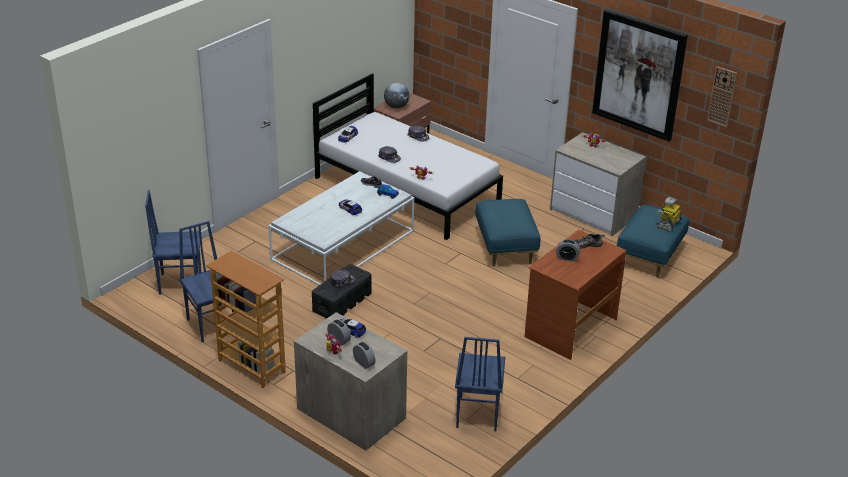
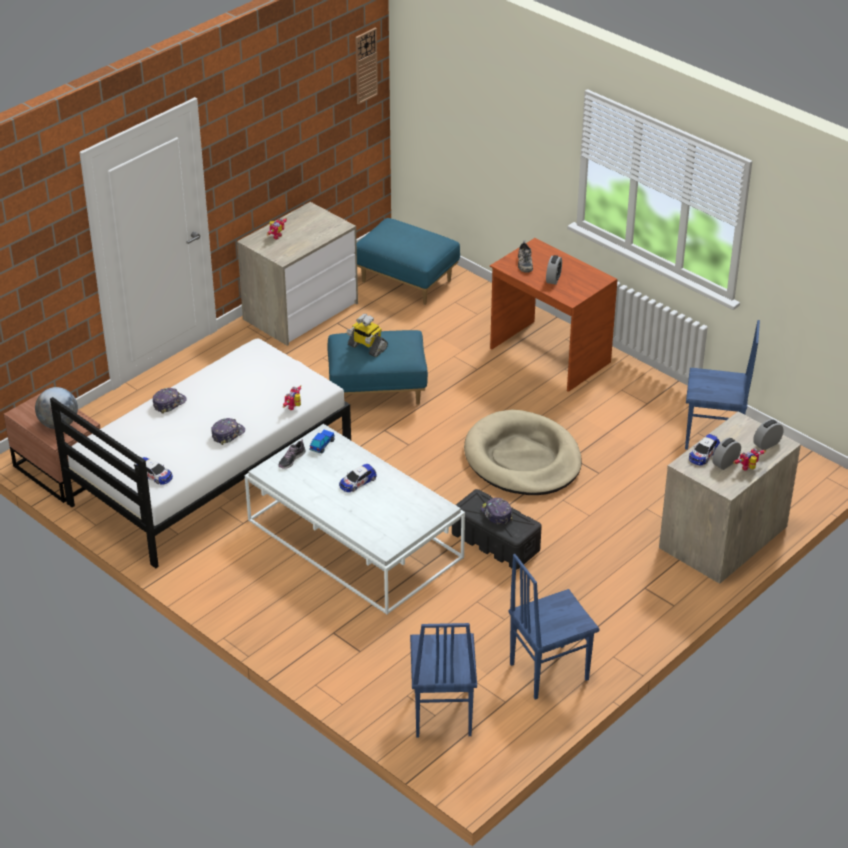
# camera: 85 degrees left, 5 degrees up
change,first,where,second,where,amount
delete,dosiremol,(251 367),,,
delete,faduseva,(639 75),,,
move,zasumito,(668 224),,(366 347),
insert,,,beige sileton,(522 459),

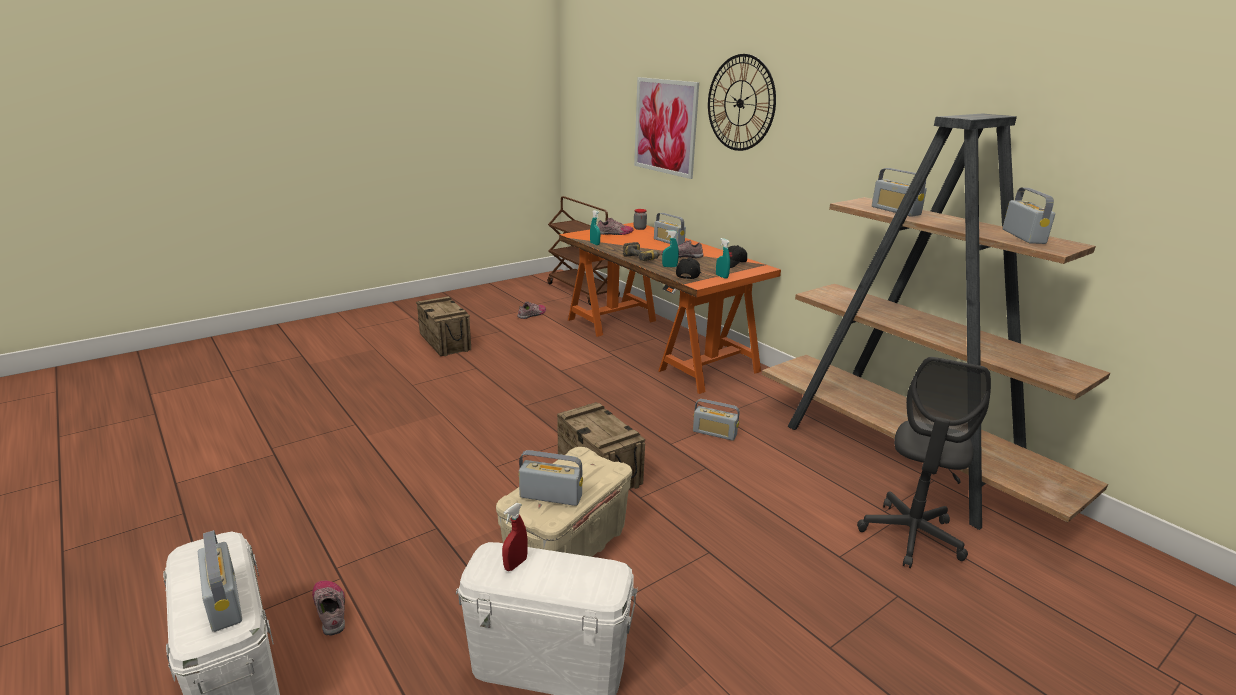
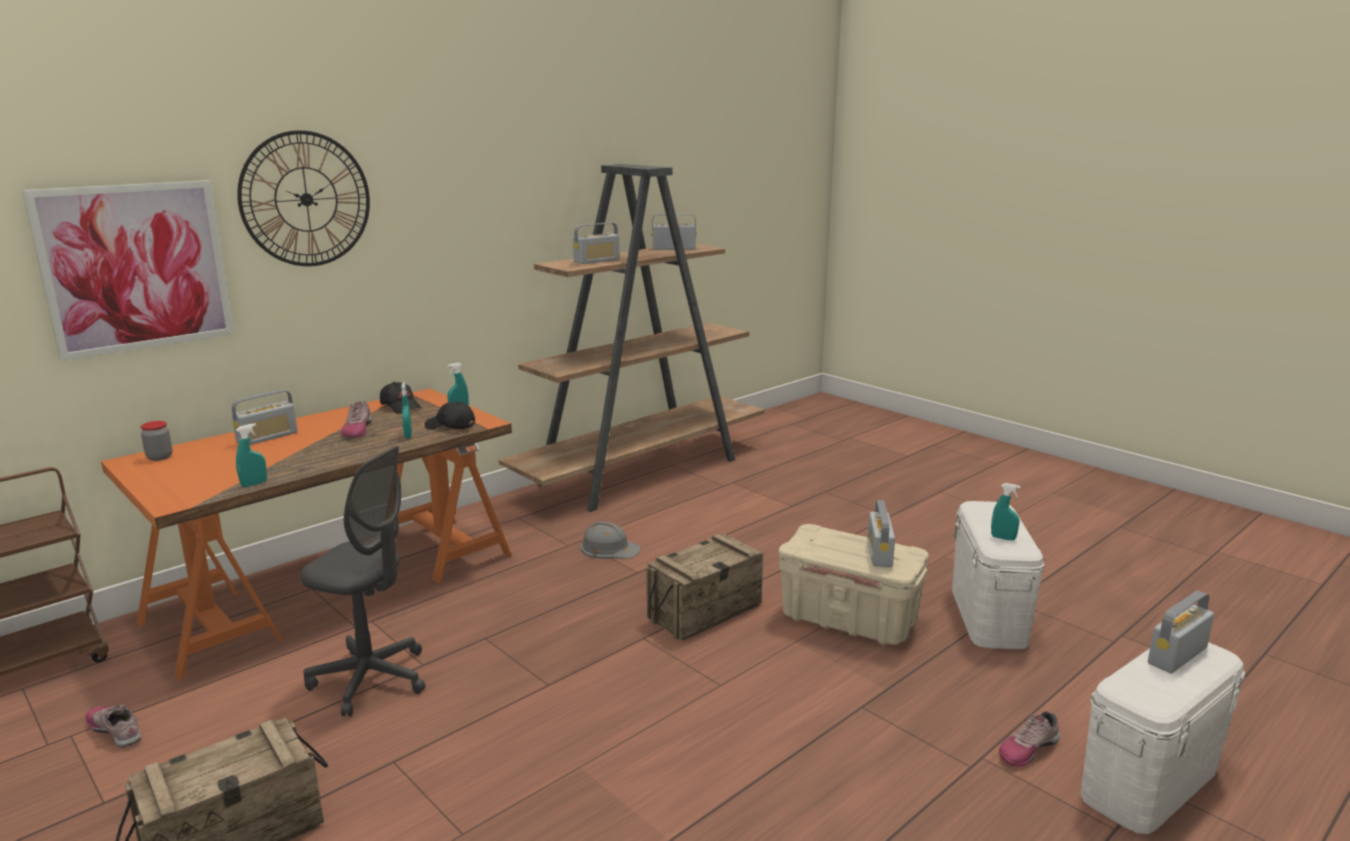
# camera: 95 degrees left, 5 degrees down
change,first,where,second,where,amount
recolor,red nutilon,(515 564),turquoise nutilon,(1003 538),
delete,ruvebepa,(614 233),,,
delete,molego,(643 258),,,
replace,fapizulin,(714 433),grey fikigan,(609 548),
move,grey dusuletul,(911 536),,(370 679),

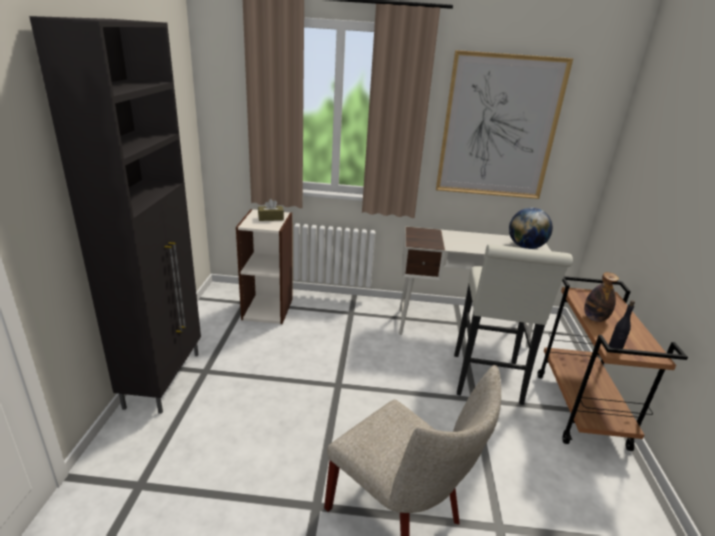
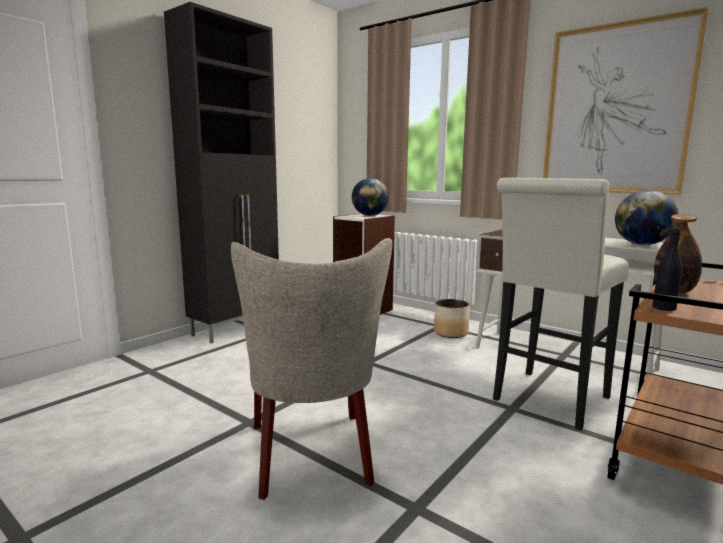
# camera: 35 degrees right, 15 degrees down
change,first,where,second,where,amount
replace,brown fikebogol,(271 218),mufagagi,(370 215),
insert,,,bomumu,(451 333),

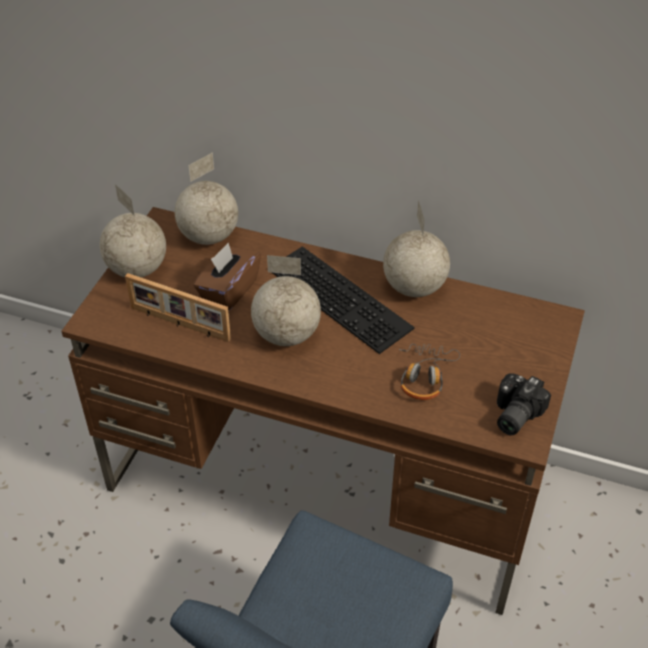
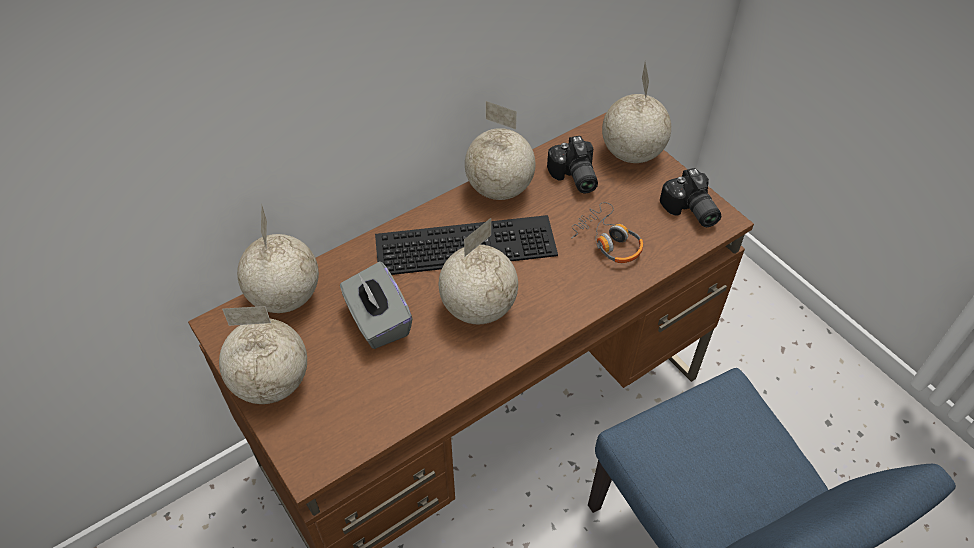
# camera: 55 degrees left, 5 degrees up
change,first,where,second,where,amount
delete,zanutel,(179 324),,,
recolor,brown fikebogol,(228 290),grey fikebogol,(378 321),
insert,,,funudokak,(573 177),
insert,,,mufagagi,(631 154),

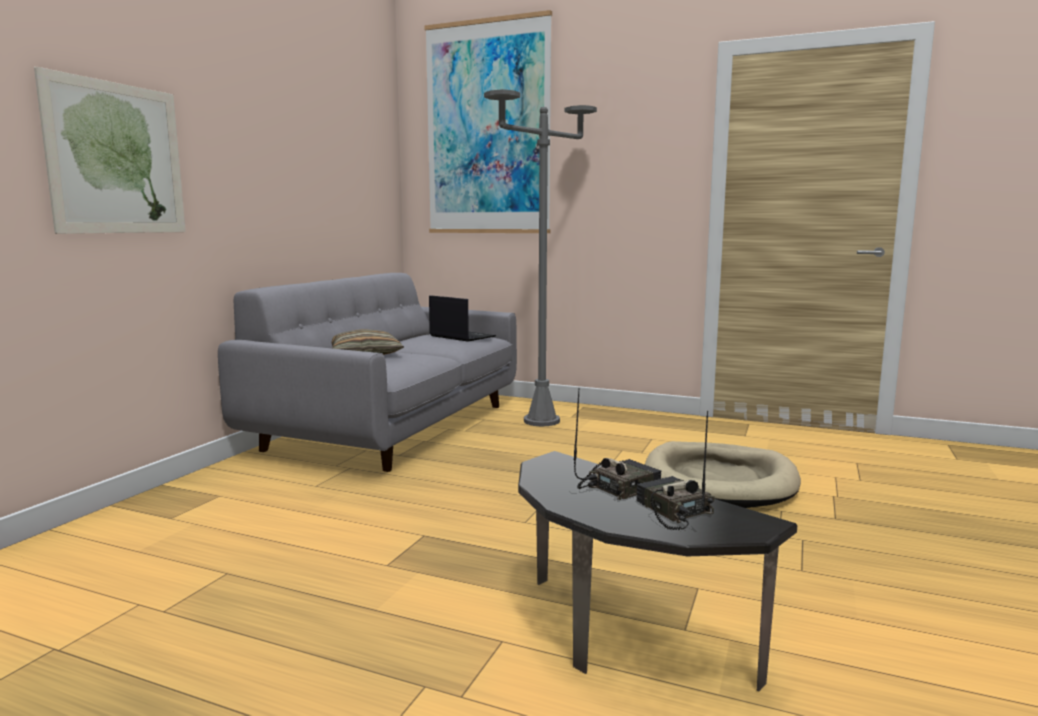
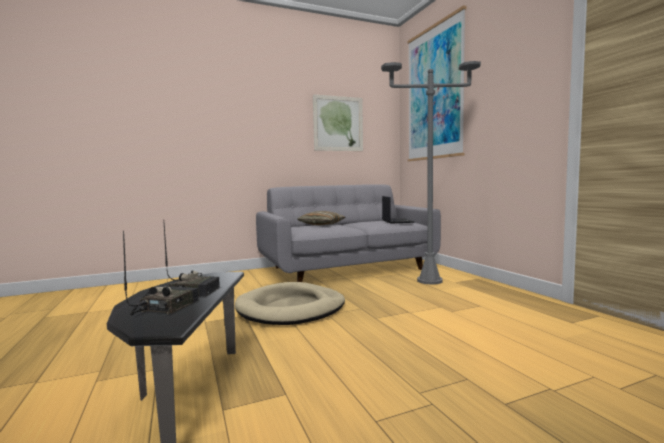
# camera: 45 degrees right, 5 degrees down
change,first,where,second,where,amount
move,faduseva,(117 158),,(338 123),
move,beige sileton,(719 480),,(291 308),

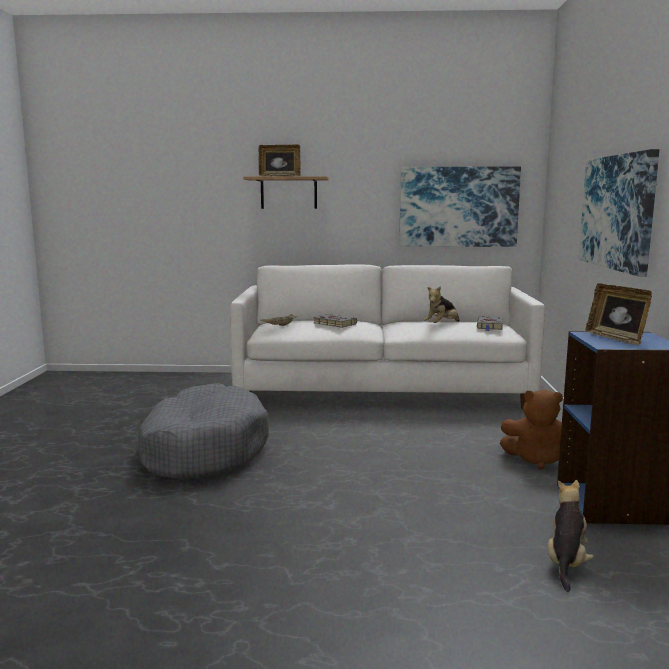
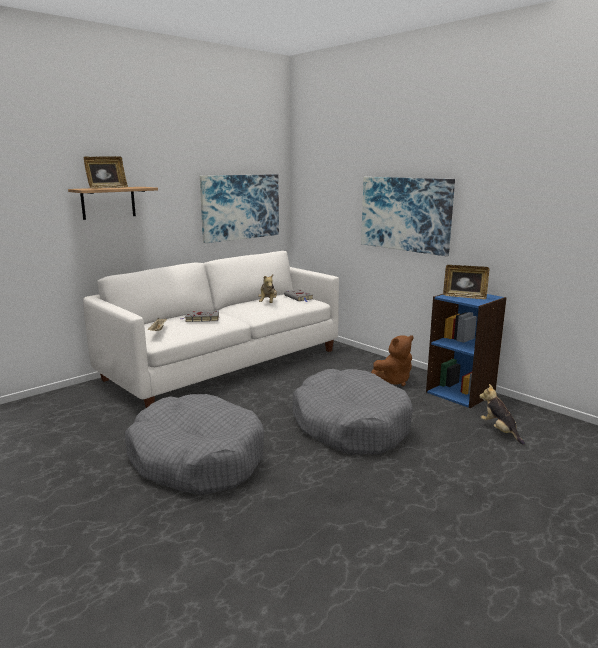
# camera: 45 degrees left, 5 degrees up
change,first,where,second,where,amount
insert,,,grey sileton,(350 425),

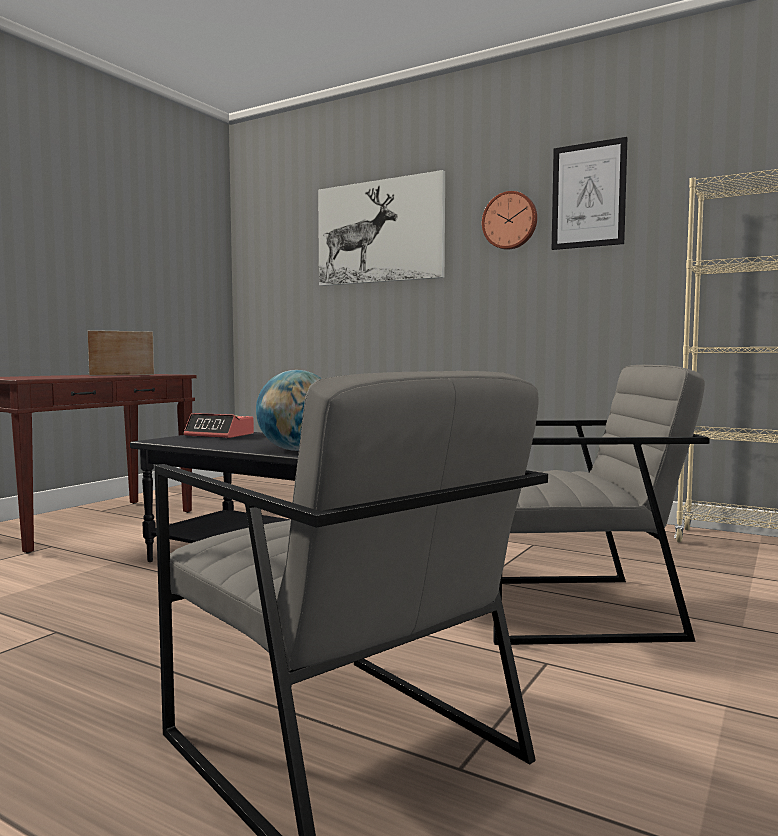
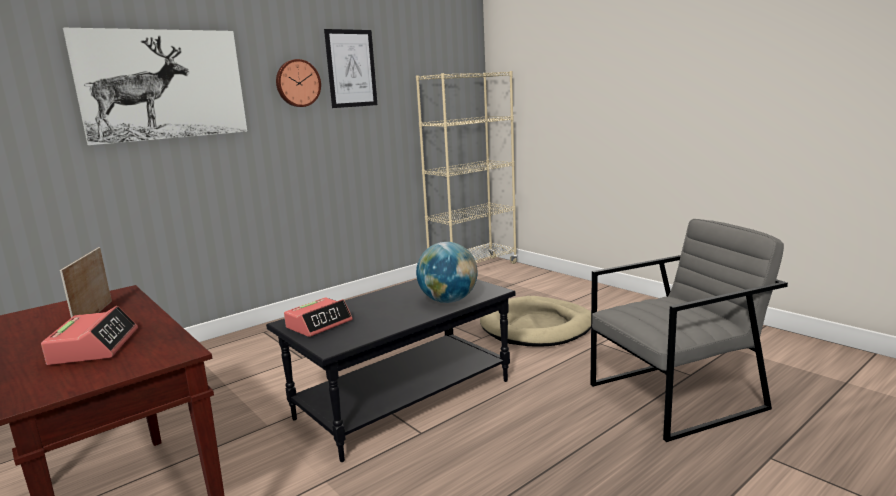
# camera: 70 degrees left, 10 degrees up
change,first,where,second,where,amount
replace,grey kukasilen,(567 609),beige sileton,(537 327),
insert,,,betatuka,(94 347),

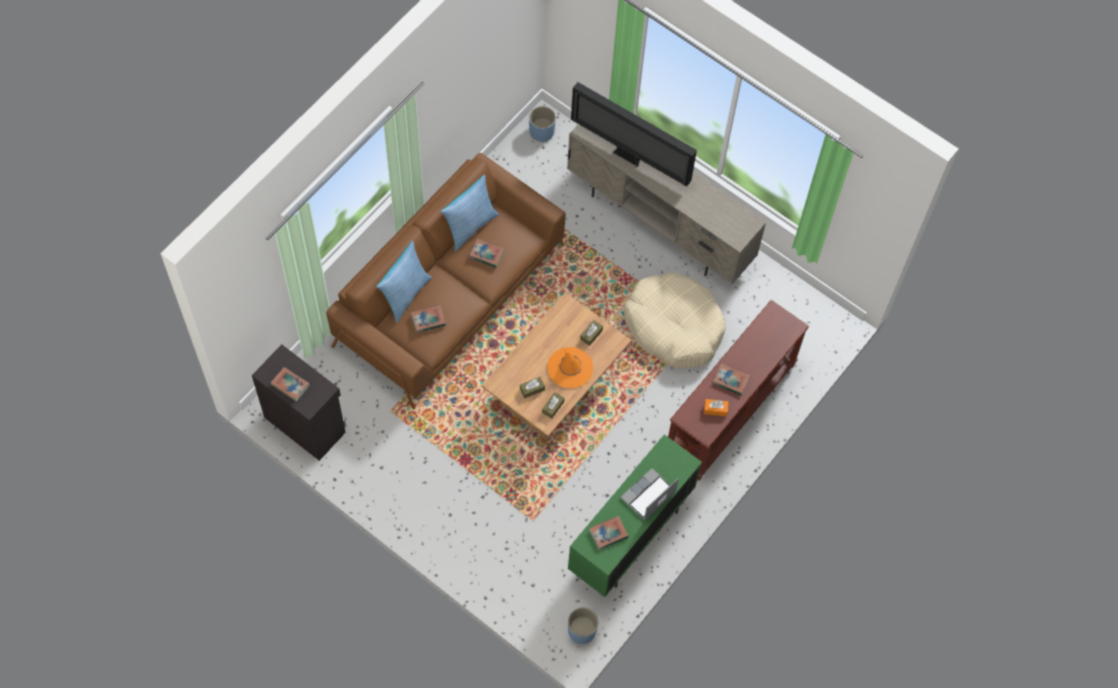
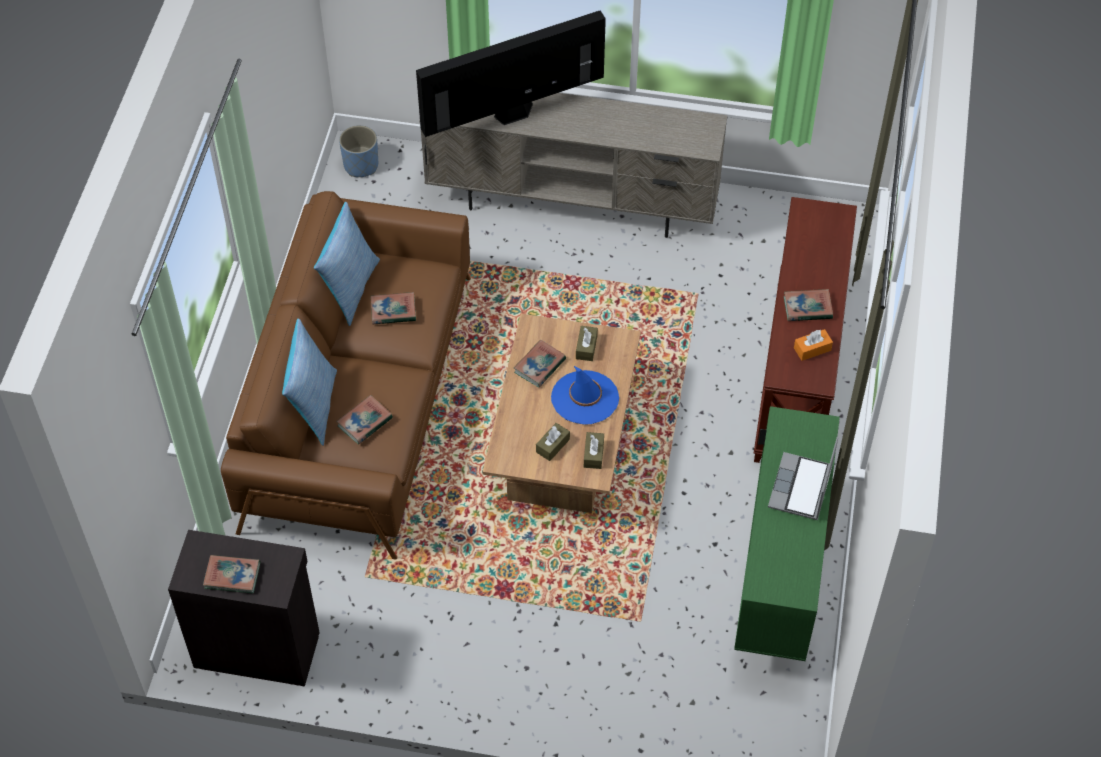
# camera: 25 degrees left, 10 degrees down
change,first,where,second,where,amount
recolor,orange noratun,(570 367),blue noratun,(585 398),
delete,blue bomumu,(581 631),,,
rotate,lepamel,(629 157),,(512 115),150 degrees clockwise
move,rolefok,(608 534),,(539 366),
delete,beige sileton,(674 326),,,

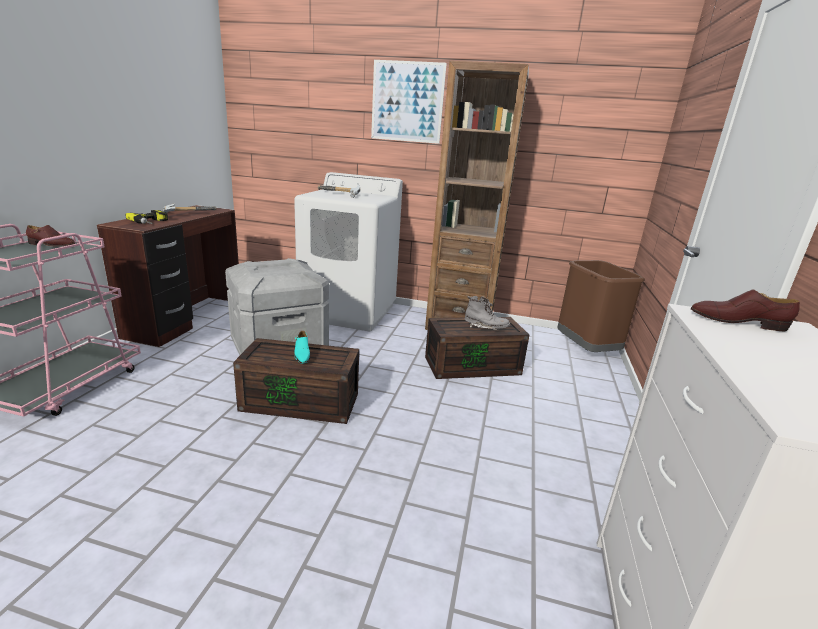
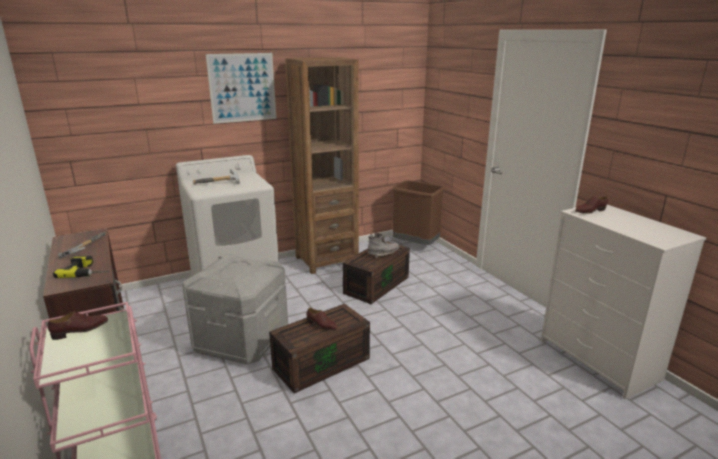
# camera: 40 degrees left, 0 degrees up
change,first,where,second,where,amount
recolor,turquoise ruvebepa,(302 354),brown ruvebepa,(321 325),

